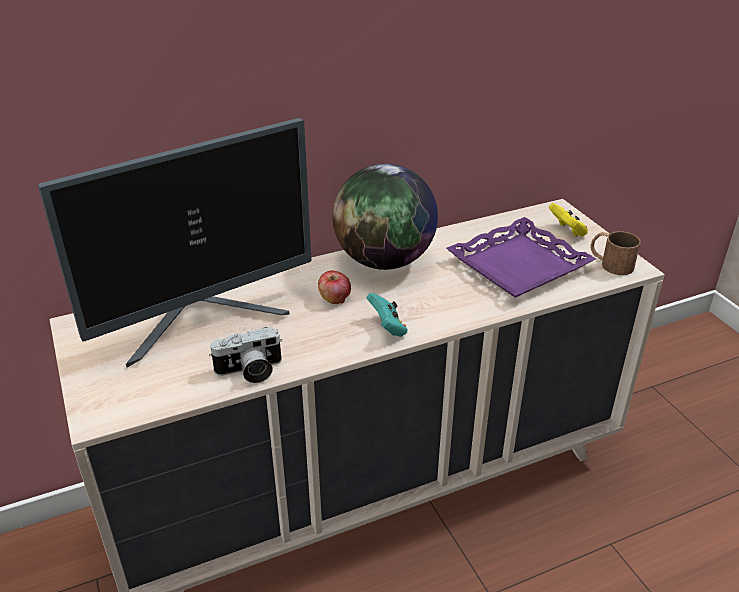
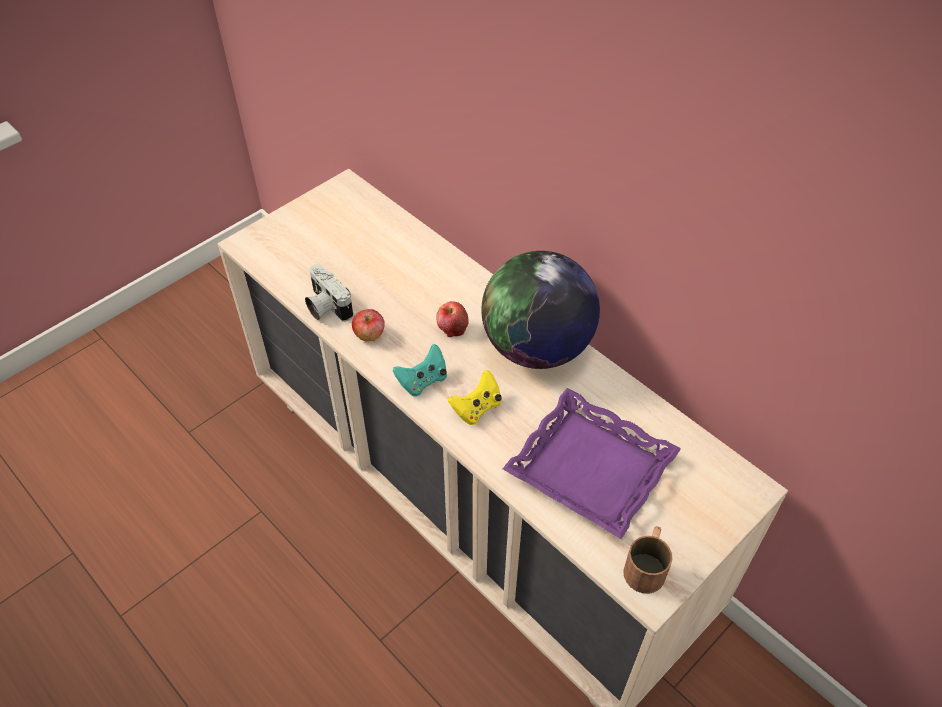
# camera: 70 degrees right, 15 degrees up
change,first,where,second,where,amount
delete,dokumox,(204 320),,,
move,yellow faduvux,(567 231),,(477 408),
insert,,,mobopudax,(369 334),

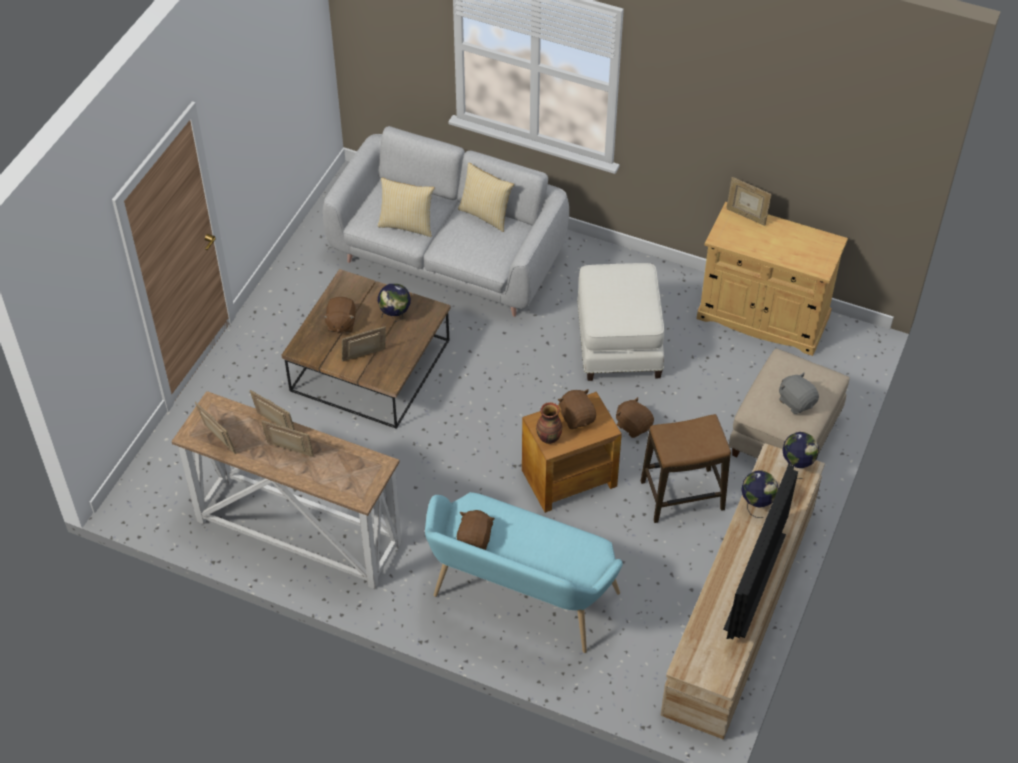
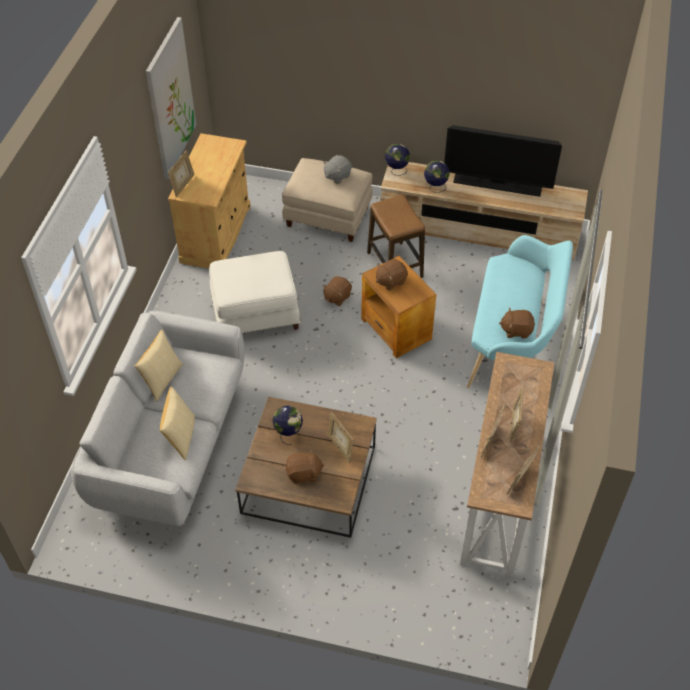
# camera: 100 degrees left, 0 degrees up
change,first,where,second,where,amount
delete,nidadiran,(549 438),,,
insert,,,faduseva,(170 99),

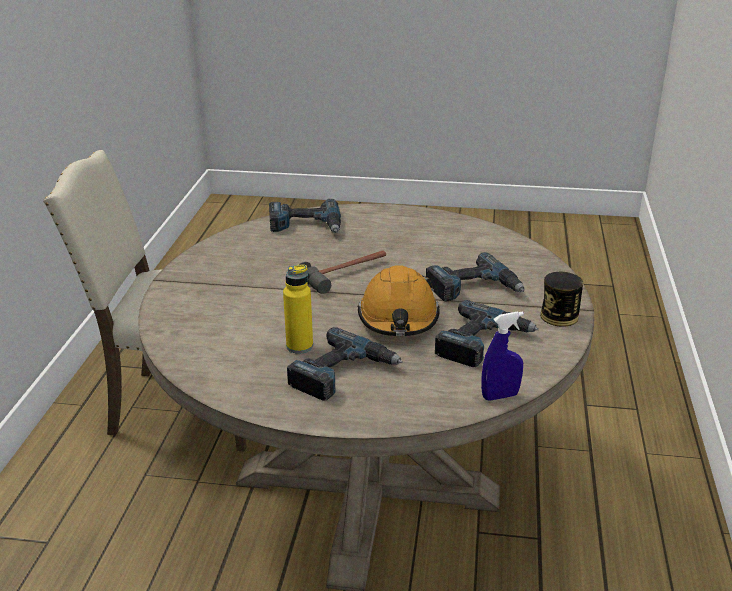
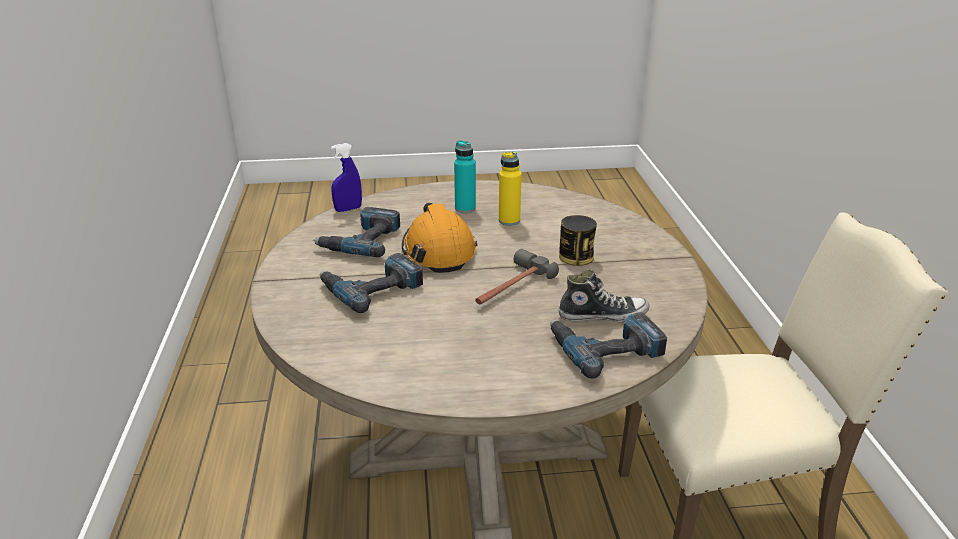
# camera: 165 degrees right, 0 degrees up
change,first,where,second,where,amount
replace,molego,(343 374),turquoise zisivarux,(465 208),
move,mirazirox,(559 316),,(576 257),
insert,,,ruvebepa,(602 315),

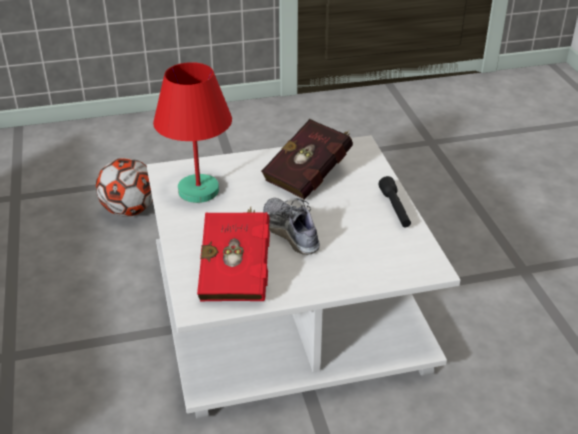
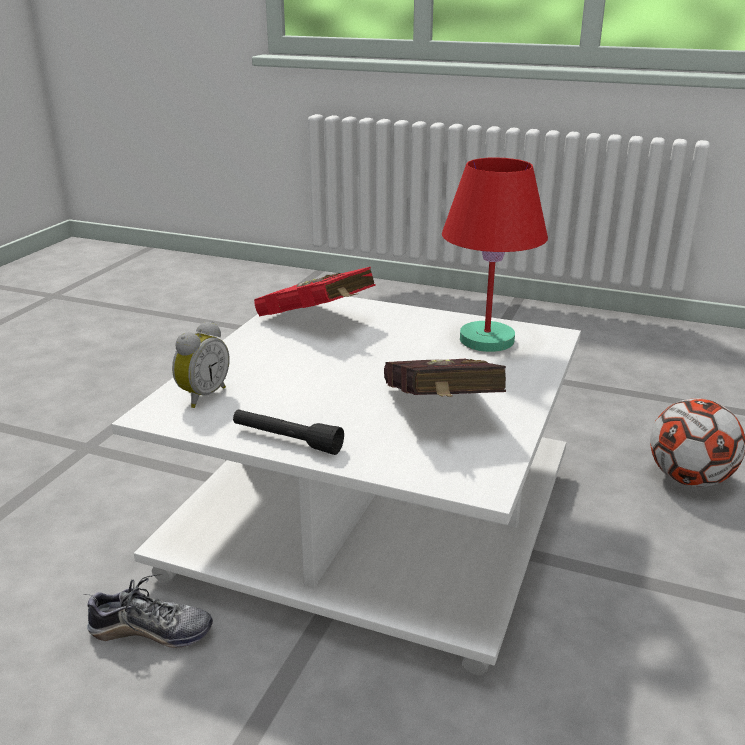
# camera: 125 degrees right, 10 degrees down
change,first,where,second,where,amount
move,ruvebepa,(290 232),,(151 631),
insert,,,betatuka,(202 395),

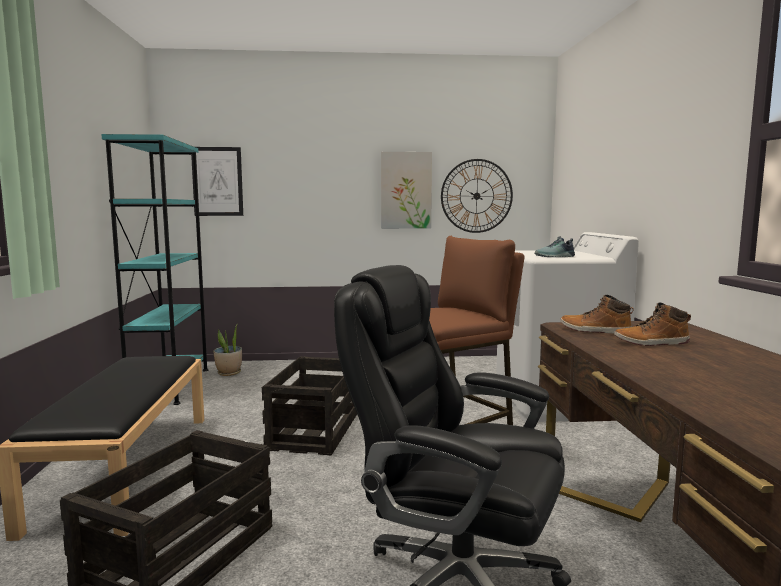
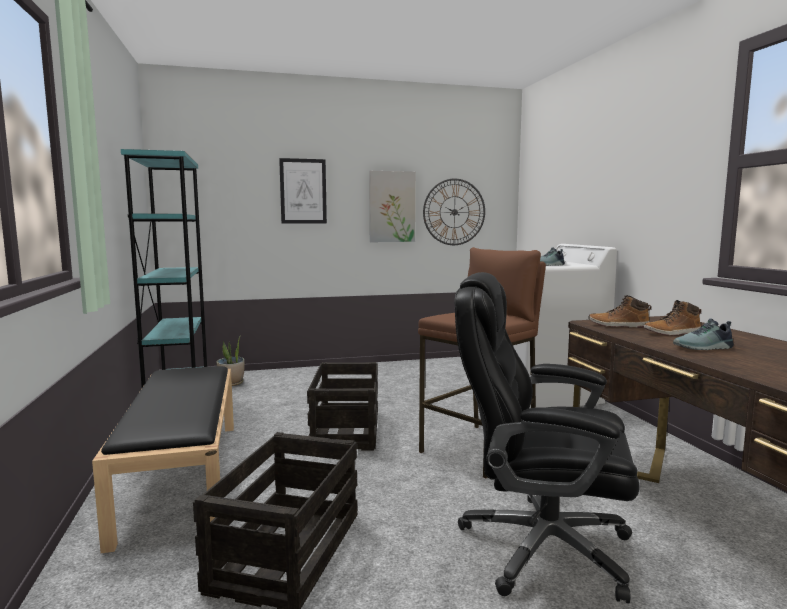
# camera: 10 degrees left, 0 degrees up
change,first,where,second,where,amount
move,faduseva,(217 181),,(303 191),
insert,,,ruvebepa,(704 348),

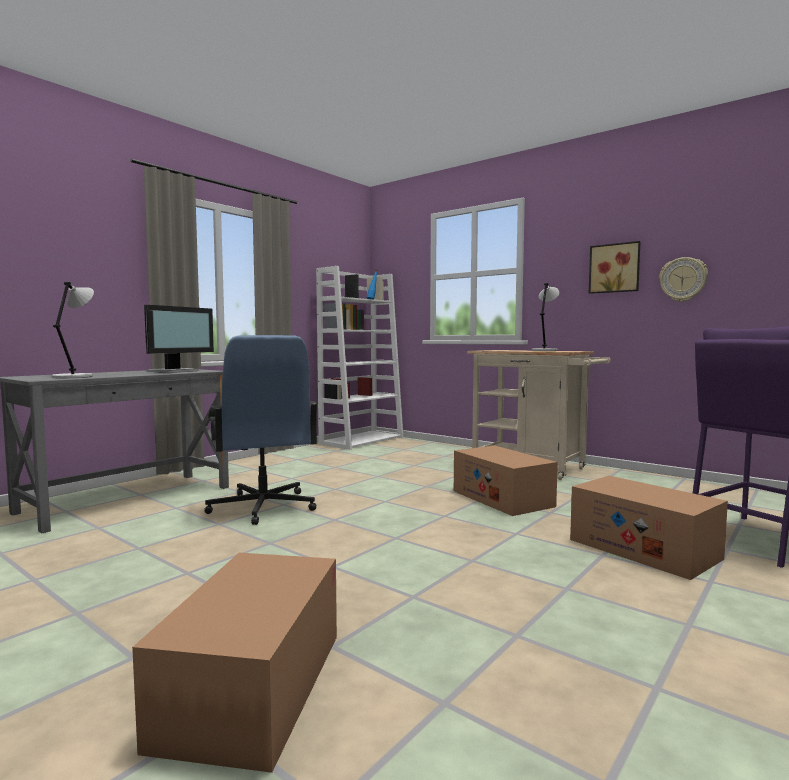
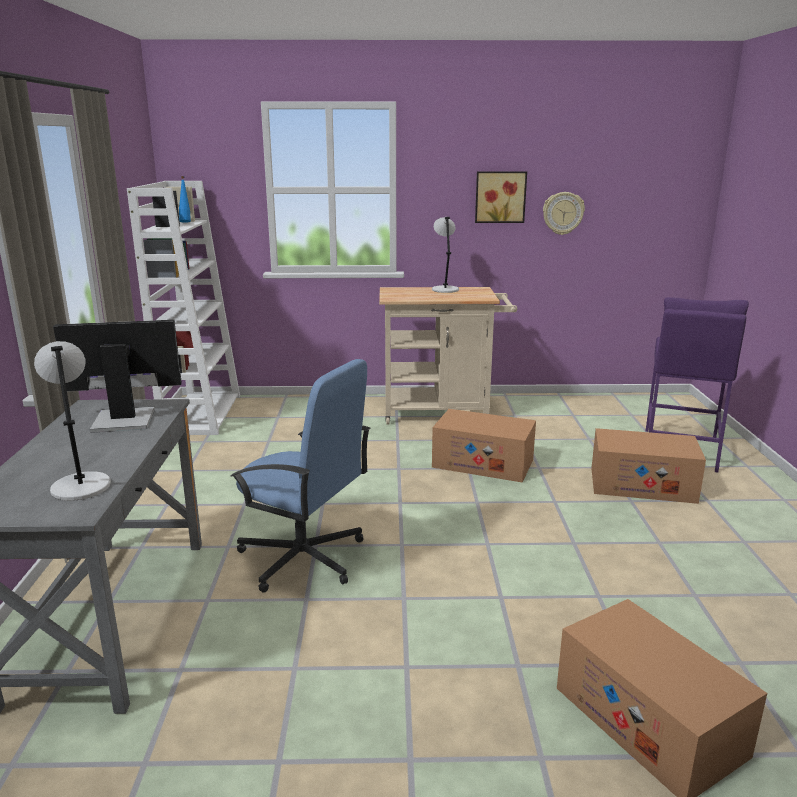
# camera: 40 degrees left, 15 degrees up
change,first,where,second,where,amount
rotate,dokumox,(175 371),,(123 419),90 degrees counterclockwise

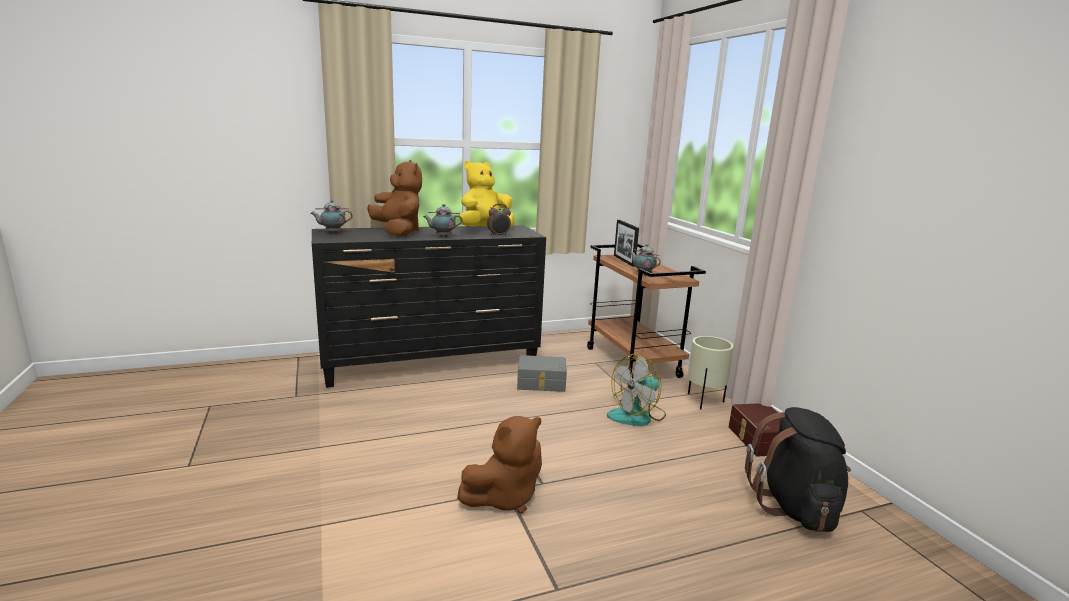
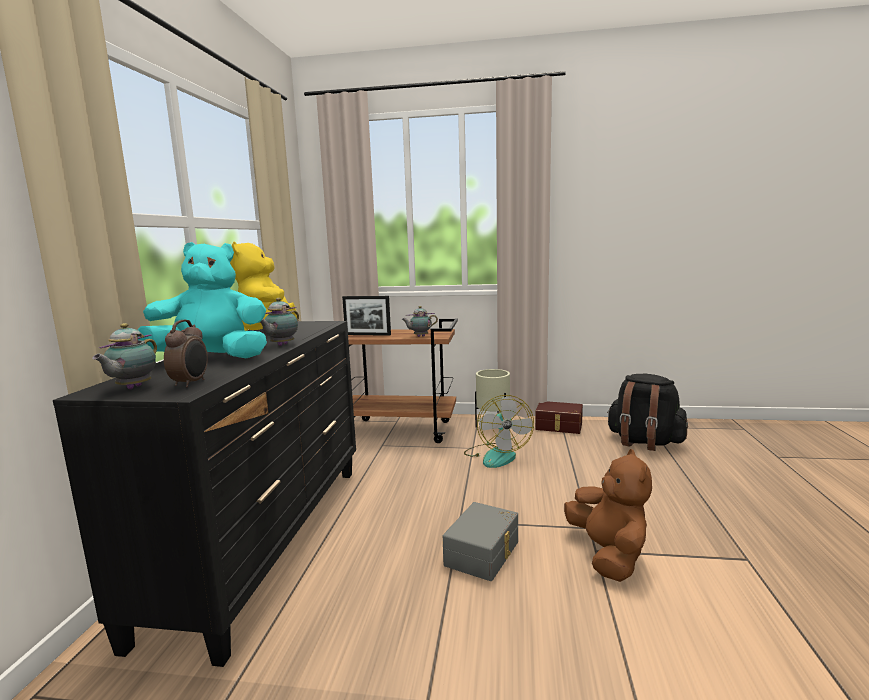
# camera: 60 degrees left, 5 degrees down
change,first,where,second,where,amount
recolor,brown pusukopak,(398 232),turquoise pusukopak,(212 359),
move,betatuka,(499 236),,(191 383),
move,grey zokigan,(541 383),,(484 553),

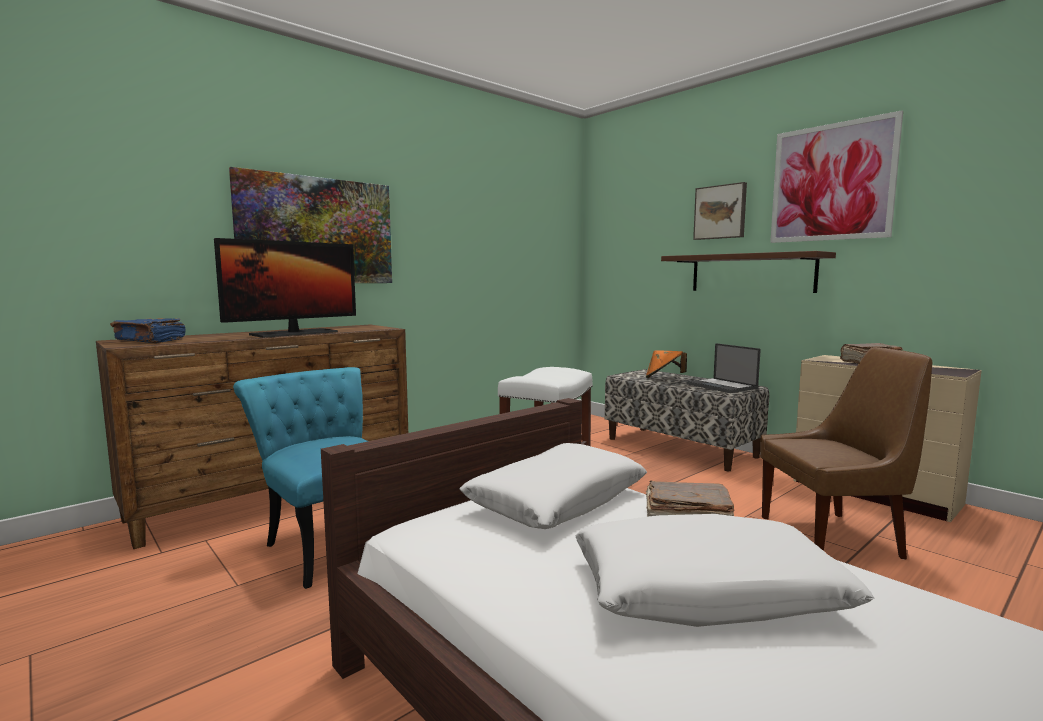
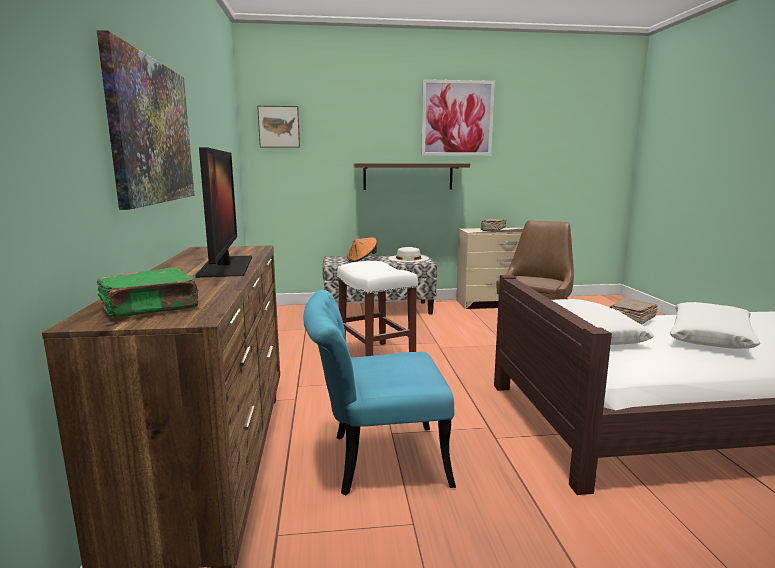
# camera: 55 degrees left, 5 degrees up
change,first,where,second,where,amount
recolor,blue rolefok,(150 340),green rolefok,(151 308),
replace,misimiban,(722 386),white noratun,(408 258),
move,faduseva,(720 212),,(279 127),

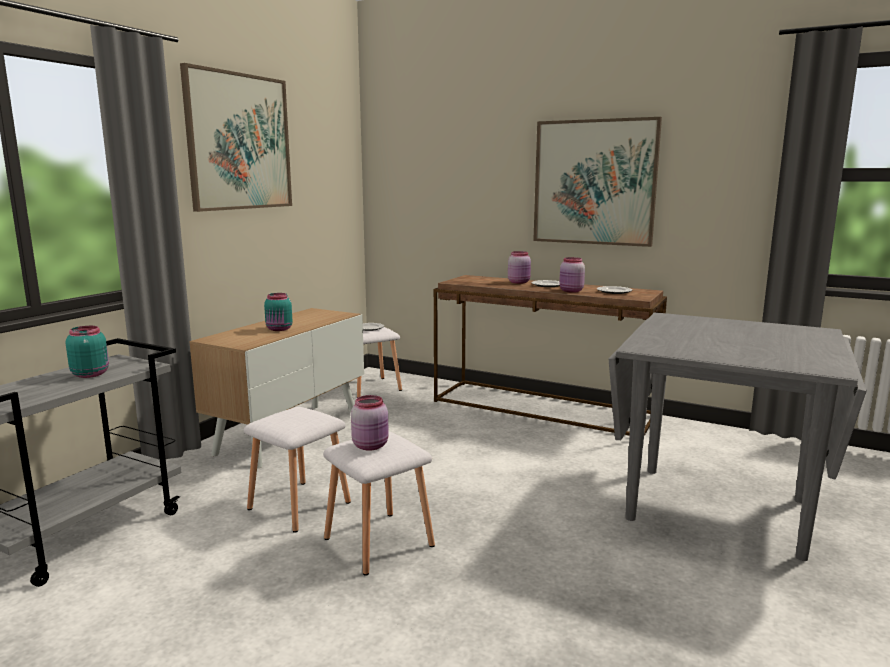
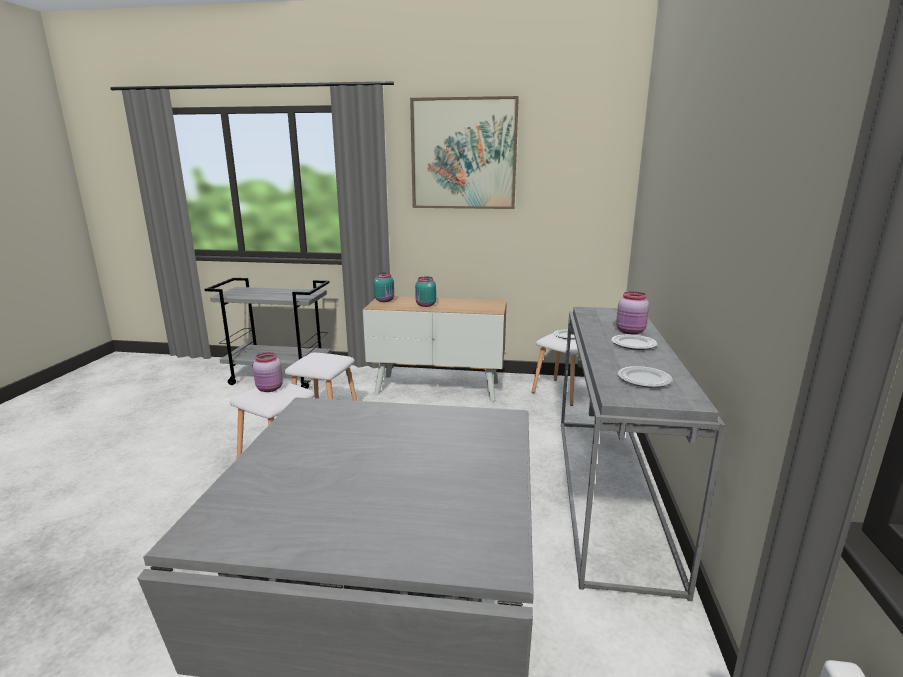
# camera: 70 degrees right, 5 degrees up
change,first,where,second,where,amount
move,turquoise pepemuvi,(91 374),,(385 300),
recolor,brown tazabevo,(544 408),grey tazabevo,(612 493),
delete,faduseva,(594 182),,,
delete,pink pepemuvi,(571 291),,,

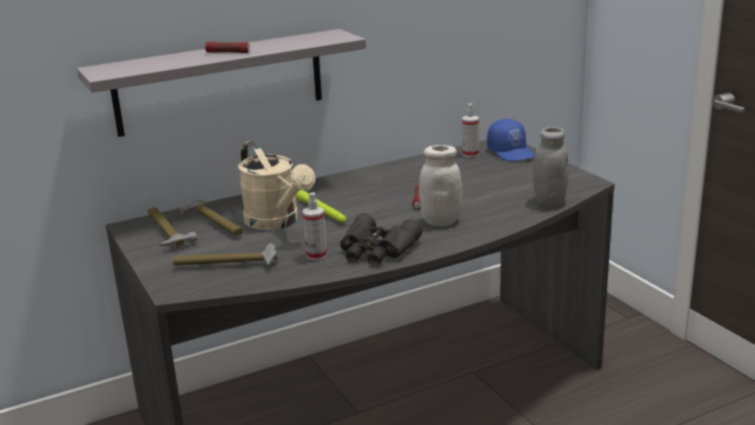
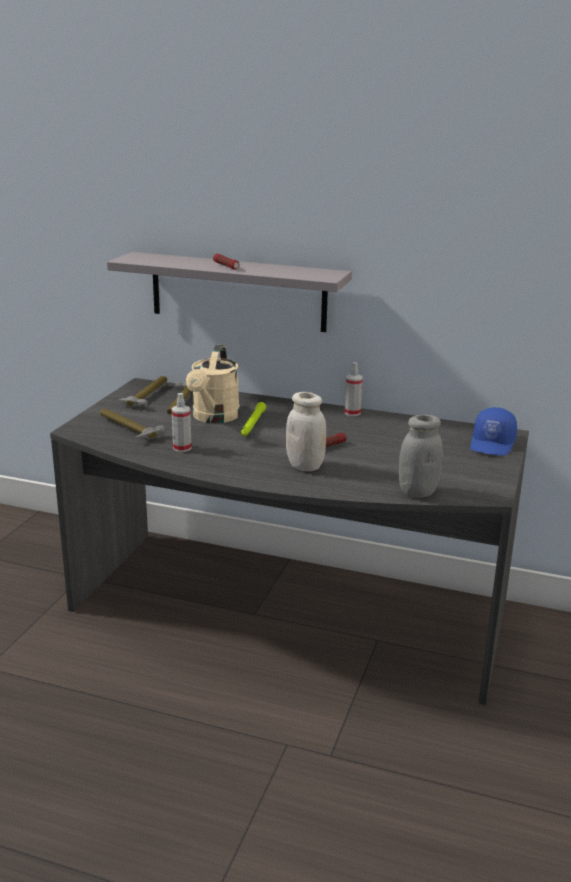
# camera: 45 degrees right, 0 degrees up
change,first,where,second,where,amount
delete,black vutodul,(376 250),,,
move,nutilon,(470 154),,(352 413),

